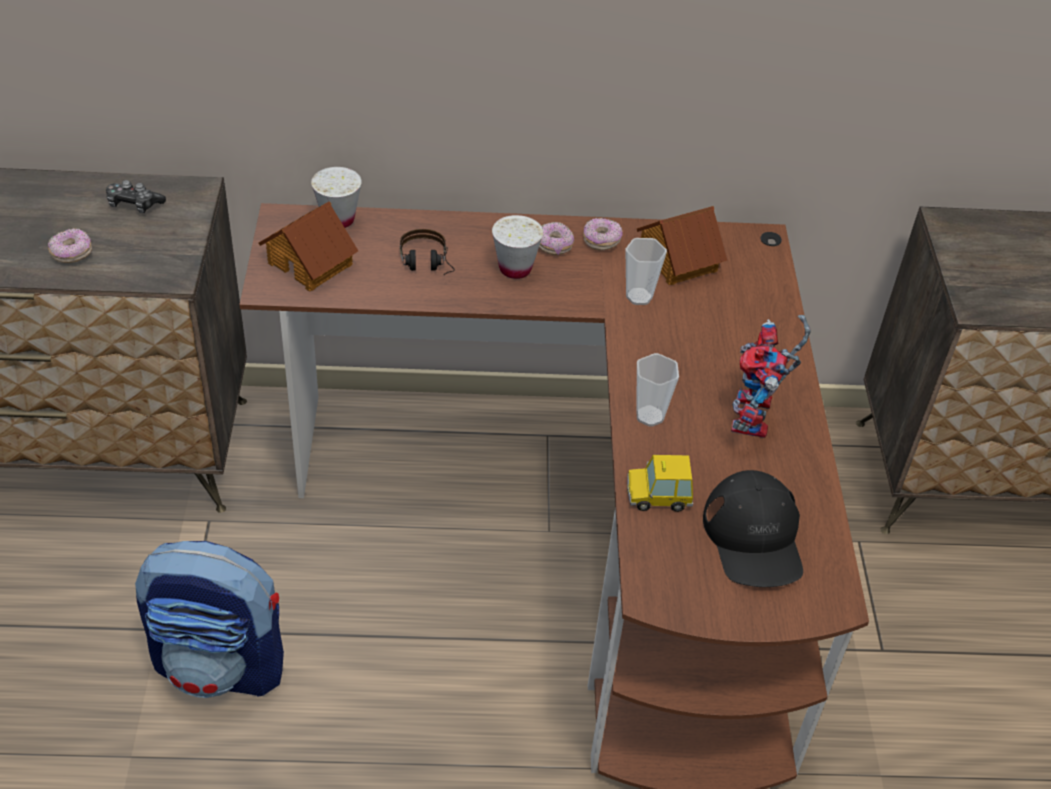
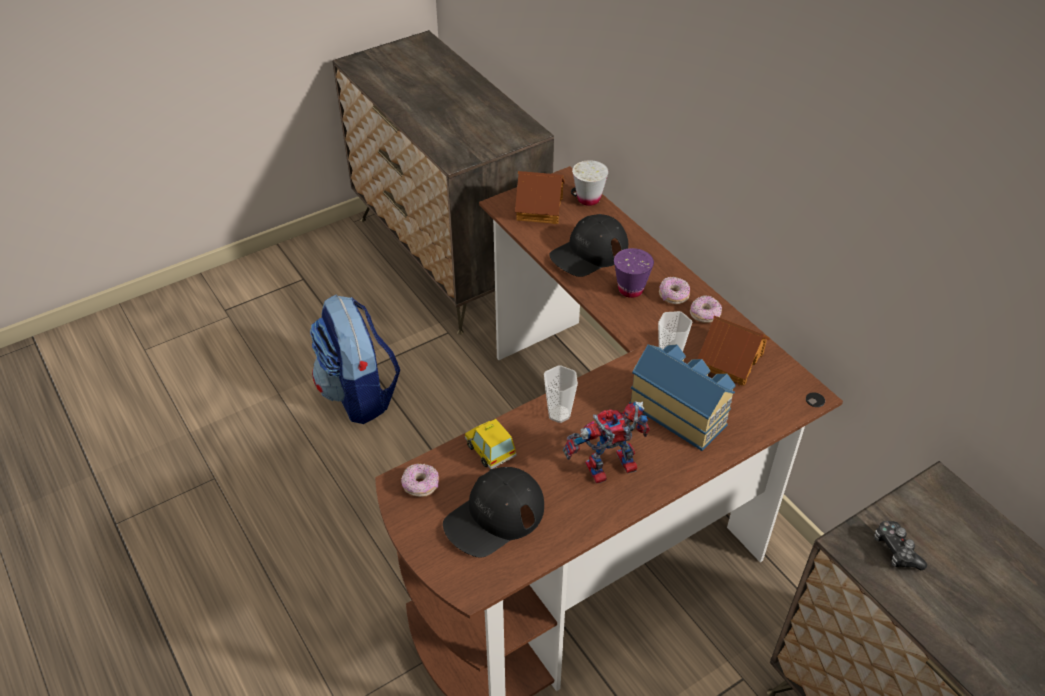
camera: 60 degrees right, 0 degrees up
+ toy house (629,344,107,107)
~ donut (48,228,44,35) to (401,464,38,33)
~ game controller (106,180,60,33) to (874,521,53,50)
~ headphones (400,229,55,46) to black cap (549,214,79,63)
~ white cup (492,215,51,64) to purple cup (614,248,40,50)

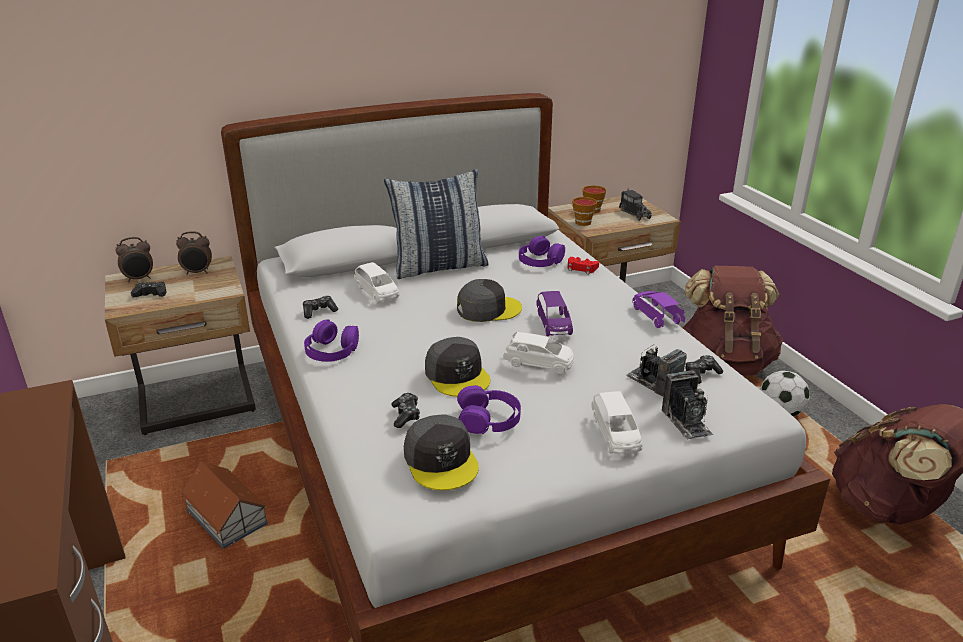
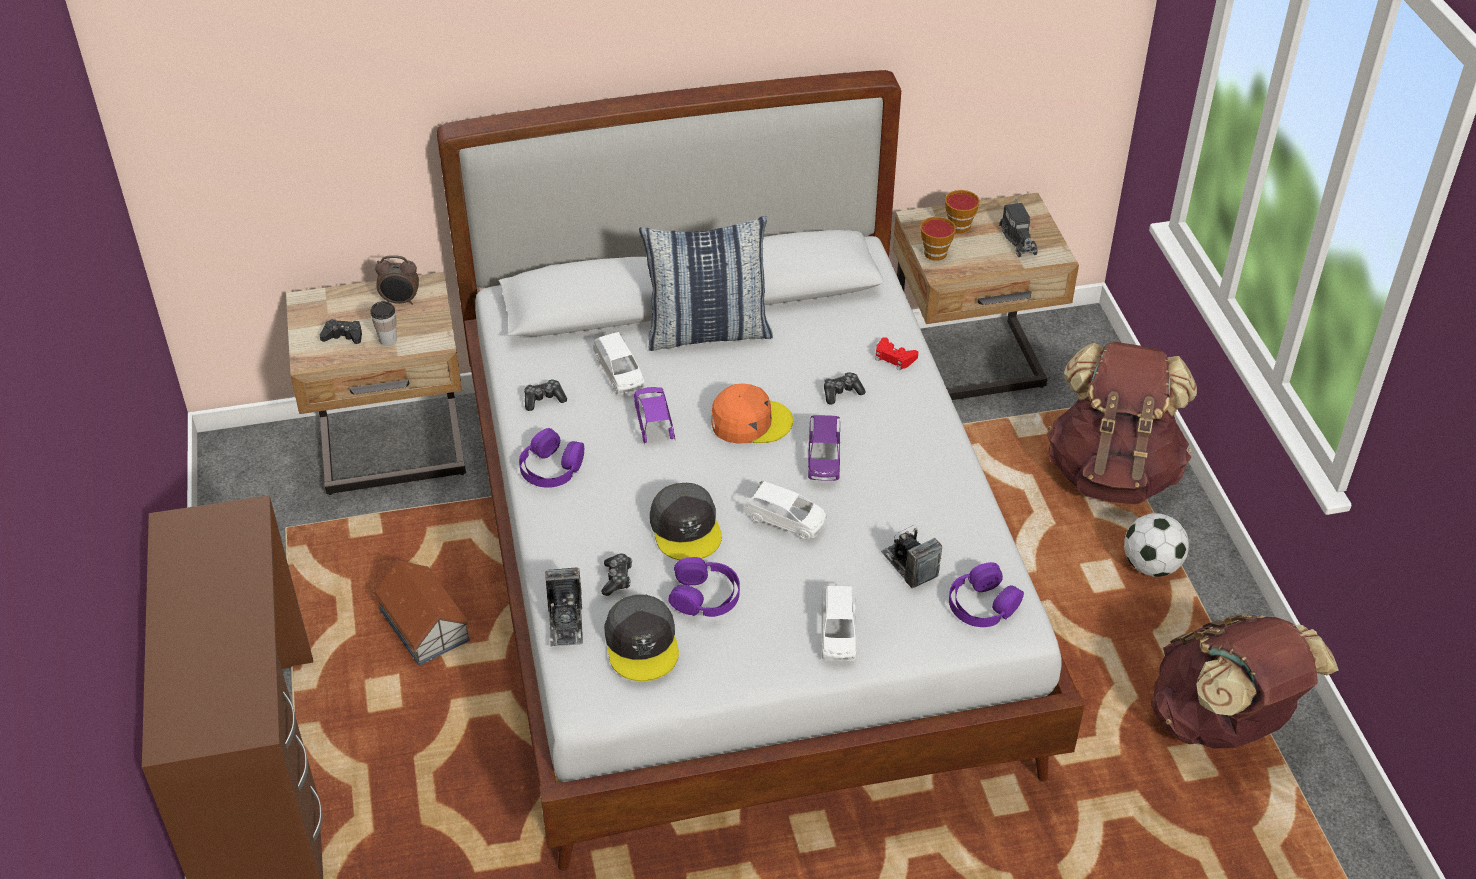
camera: 10 degrees right, 15 degrees up
- alarm clock (116,237,37,45)
+ cup (371,301,26,45)
~ purple headphones (519,236,46,31) to (949,562,75,65)
~ purple toy car (632,291,53,37) to (634,387,41,57)
~ photo camera (662,370,51,70) to (545,567,38,80)
~ game controller (685,355,38,29) to (824,372,42,33)
~ grey cap (457,279,65,43) to orange cap (712,383,81,61)

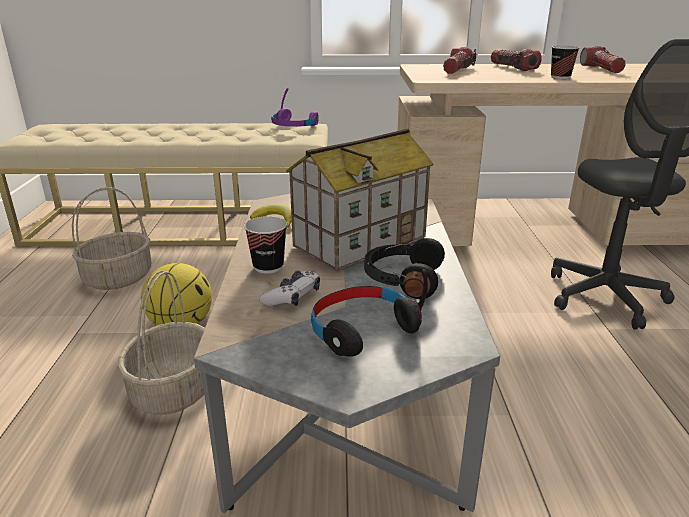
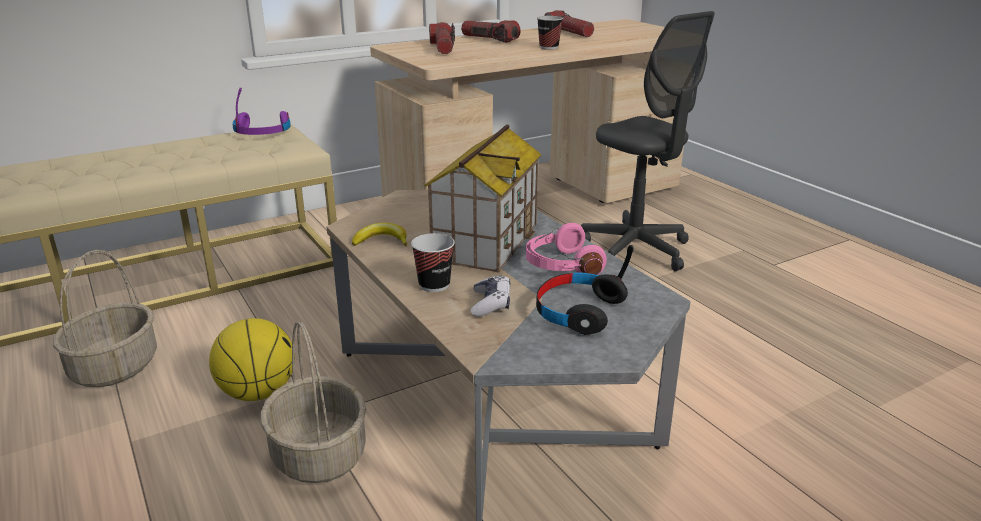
camera: 30 degrees left, 0 degrees up
~ black headphones (364,238,81,61) to pink headphones (526,223,81,52)

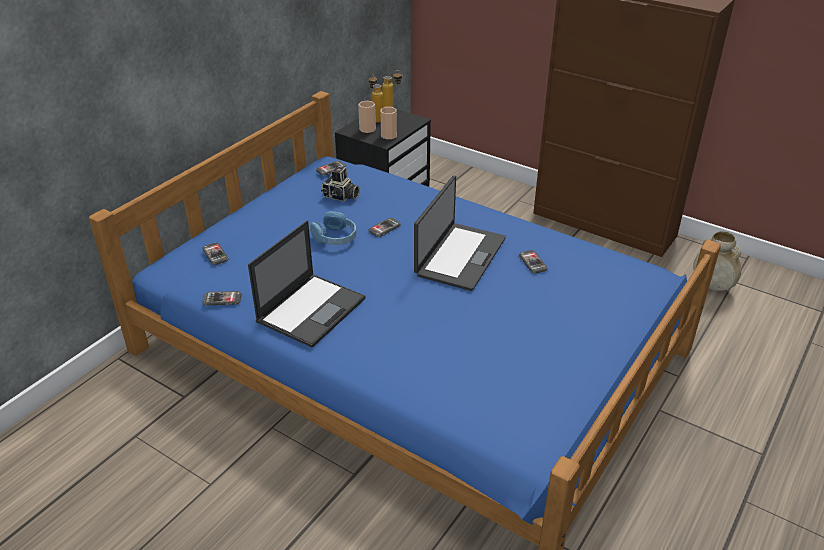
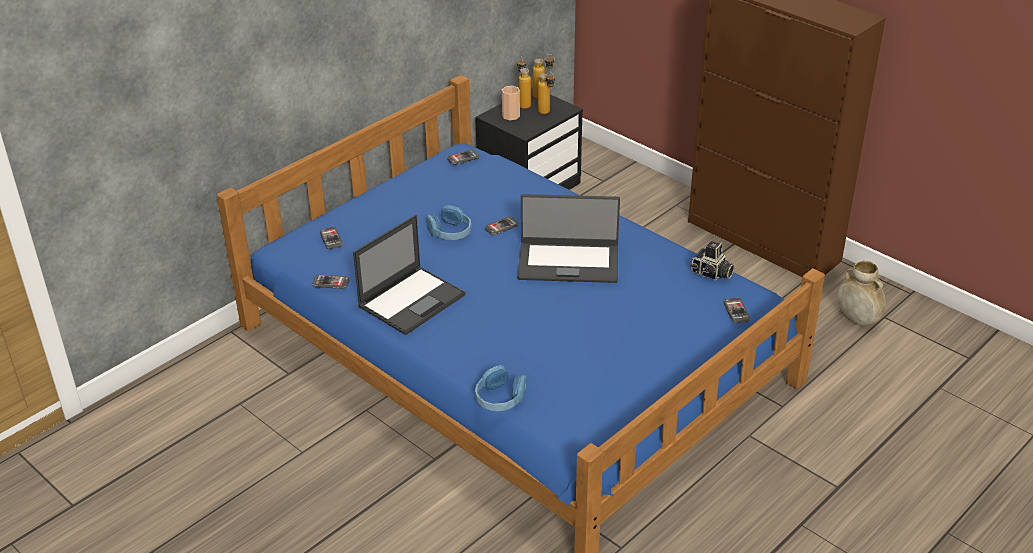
camera: 10 degrees right, 0 degrees up
- cup (381,107,16,32)
+ blue headphones (475,365,52,46)
+ bottle (538,71,17,43)
~ photo camera (321,167,39,34) to (690,241,45,39)
~ phone (519,250,29,24) to (723,298,27,25)
~ laptop (414,176,92,115) = (518,194,102,89) 60 degrees clockwise

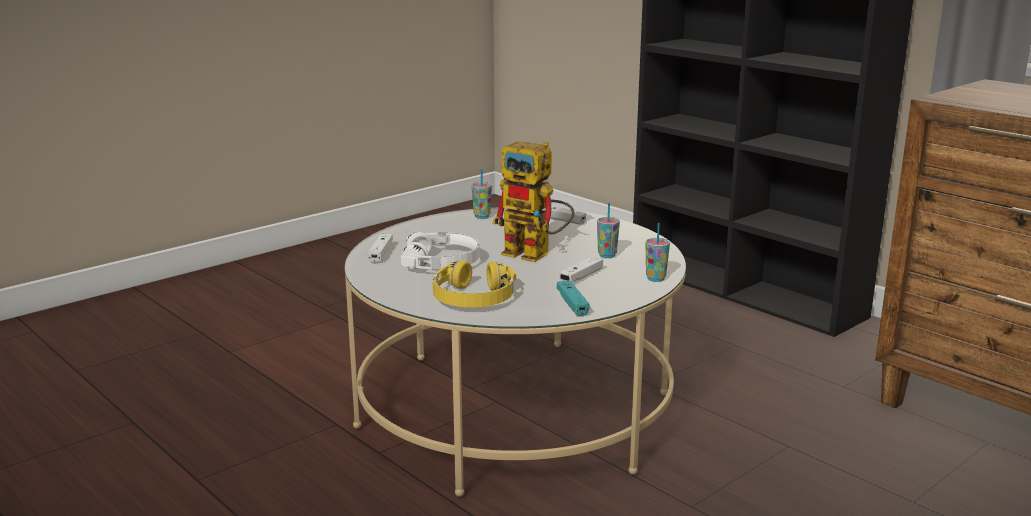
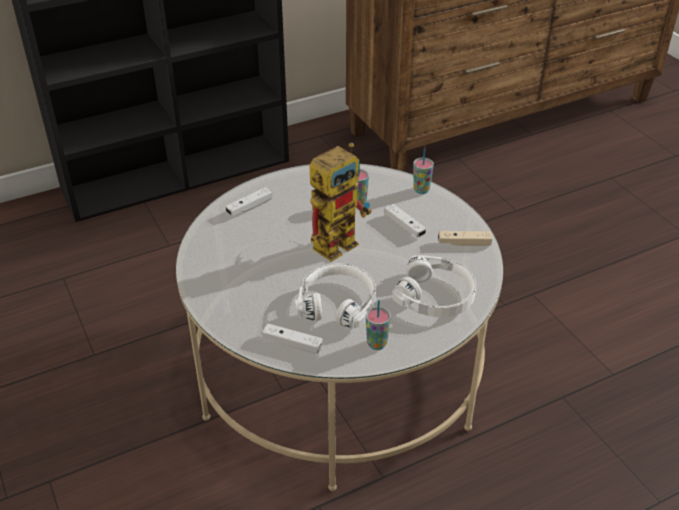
camera: 75 degrees left, 20 degrees up
~ cup (472,169,20,50) to (366,300,25,50)
~ yellow headphones (433,260,83,47) to white headphones (392,255,84,62)
~ turquoise game controller (557,281,32,35) to beige game controller (438,231,55,15)

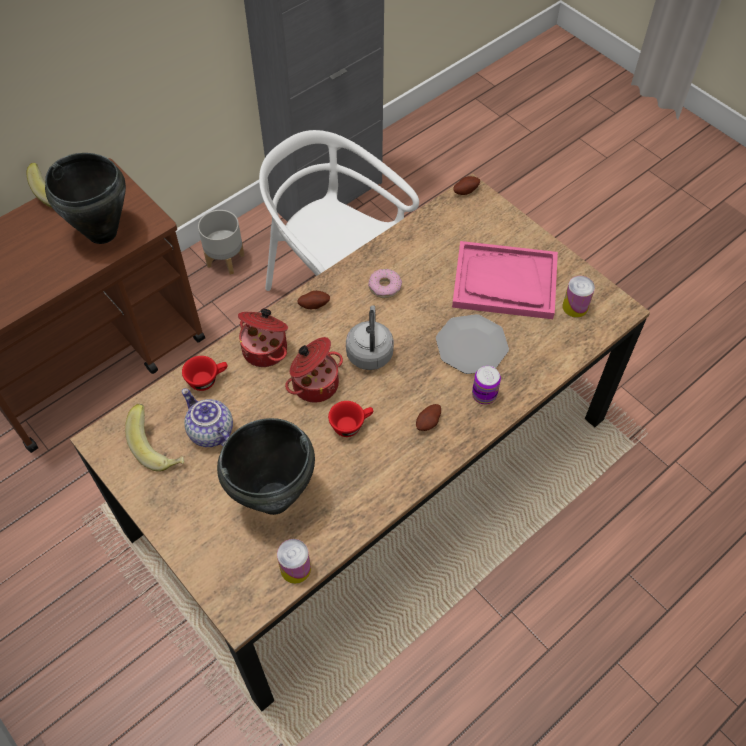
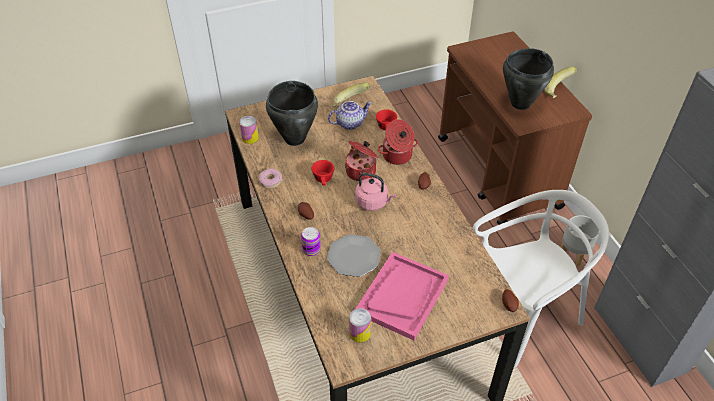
camera: 110 degrees right, 10 degrees down
~ donut (368,269,34,29) to (258,168,24,21)
~ grey kettle (346,305,48,65) to pink kettle (355,173,41,38)

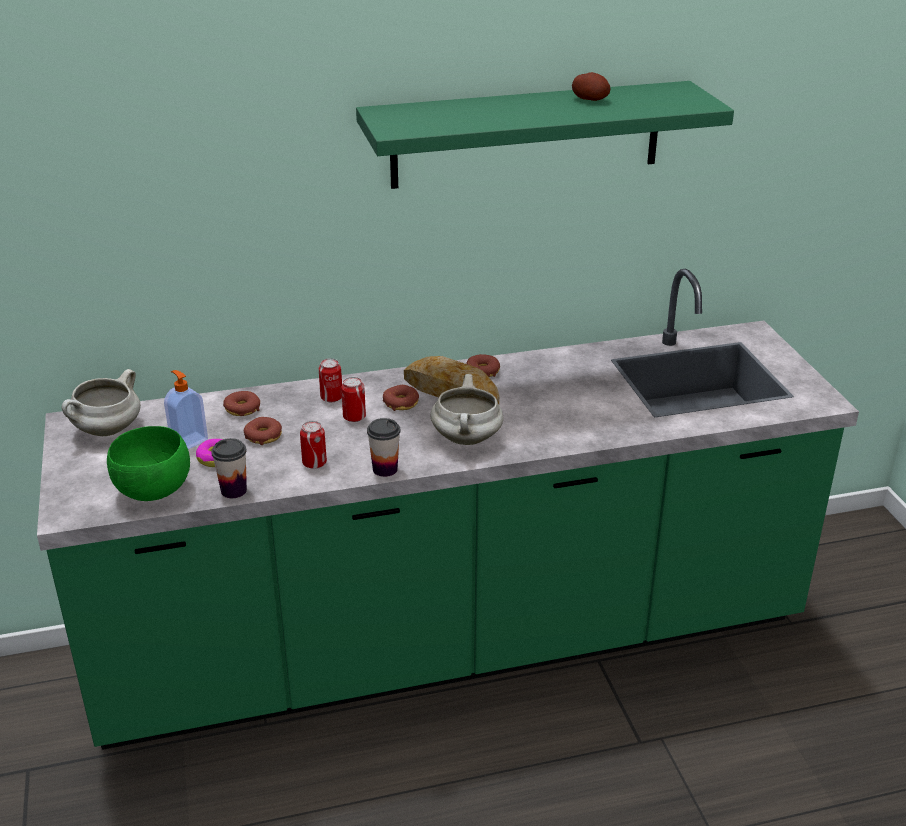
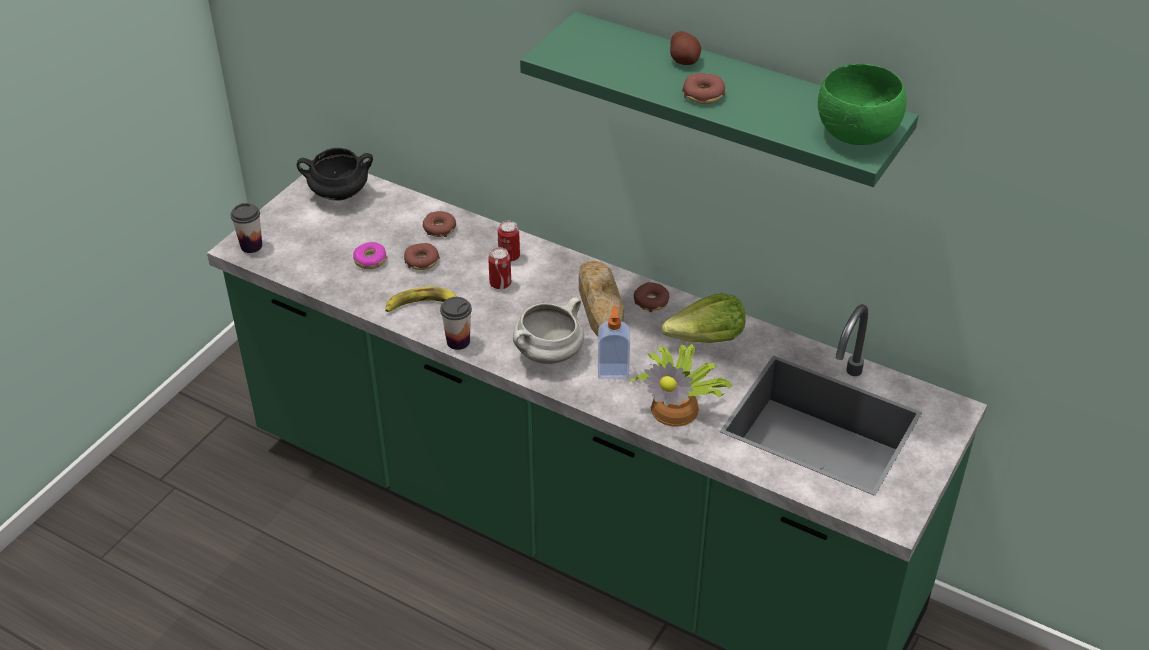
camera: 45 degrees right, 10 degrees up
+ potted plant (630,343,102,83)
+ lettuce (662,293,84,50)
~ green bowl (107,426,83,75) to (818,64,88,81)
~ soap dispenser (164,370,44,79) to (598,306,32,73)
~ cup (211,438,36,60) to (230,203,32,50)
~ donut (383,385,36,26) to (682,73,43,31)
~ potato (572,72,39,29) to (670,31,31,34)
~ can (300,421,27,48) to banana (385,287,72,25)
~ white cooking pot (62,369,79,67) to black cooking pot (297,148,76,53)

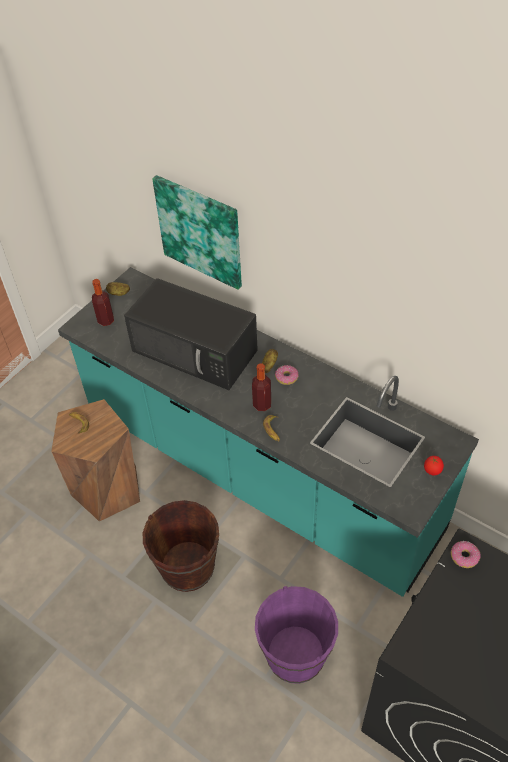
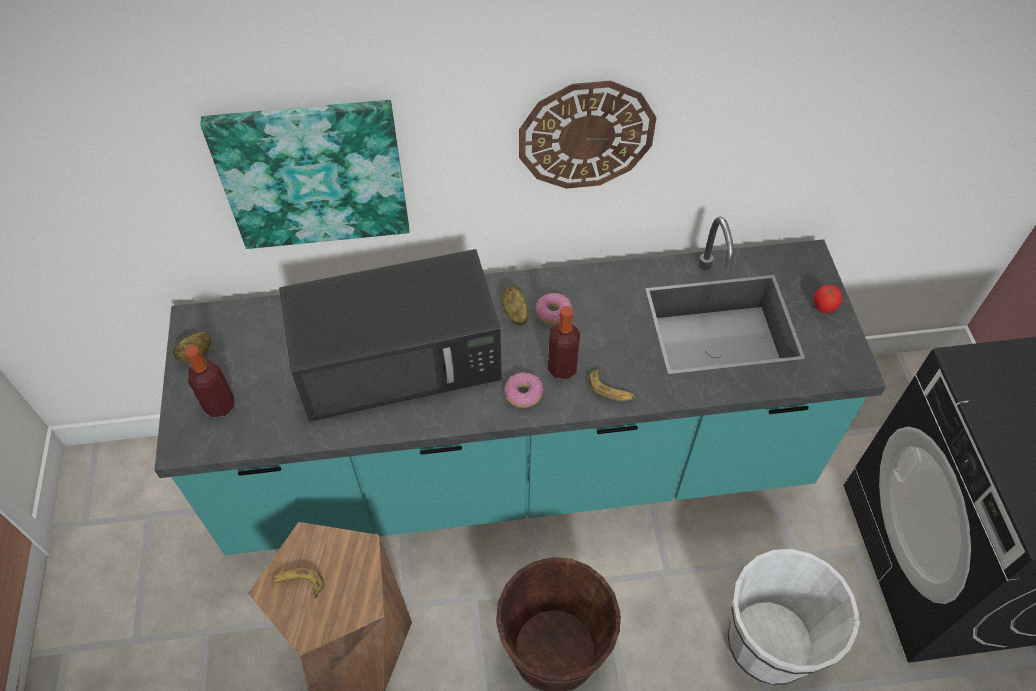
camera: 45 degrees left, 5 degrees up
+ wall clock (519,81,137,108)
~ donut (451,541,30,27) to (504,372,40,36)
~ purple bucket (255,586,83,98) to white bucket (728,549,132,136)

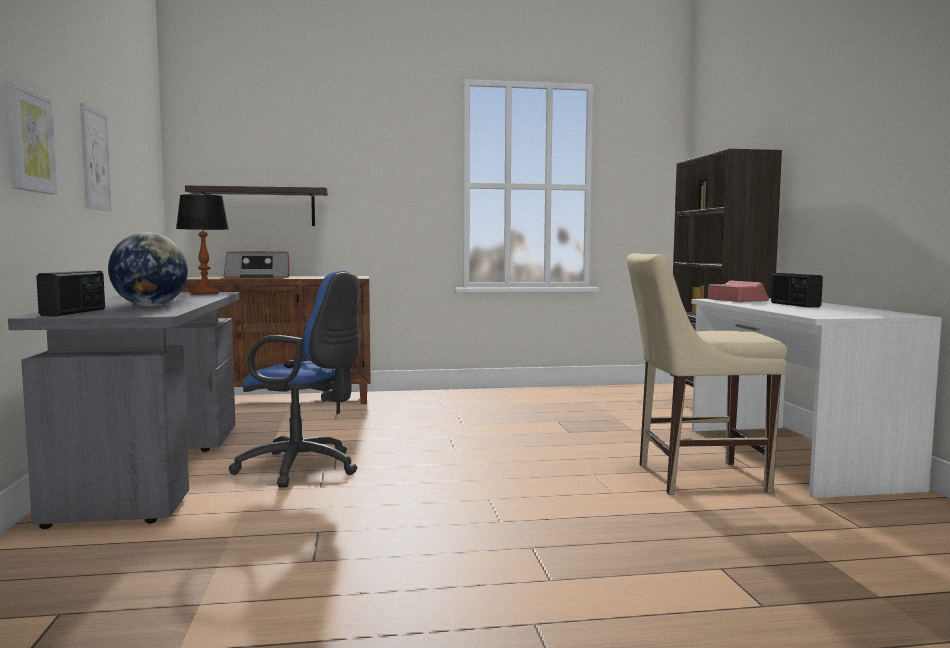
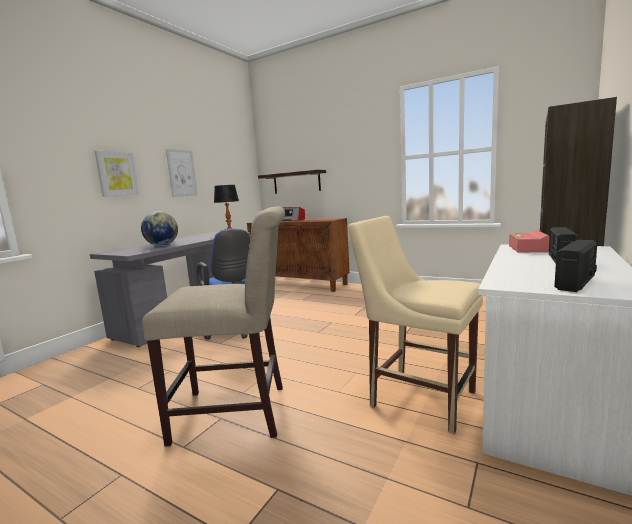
camera: 40 degrees right, 5 degrees up
+ beige chair (142,206,143,241)
~ radio (36,271,69,45) to (554,240,43,52)

